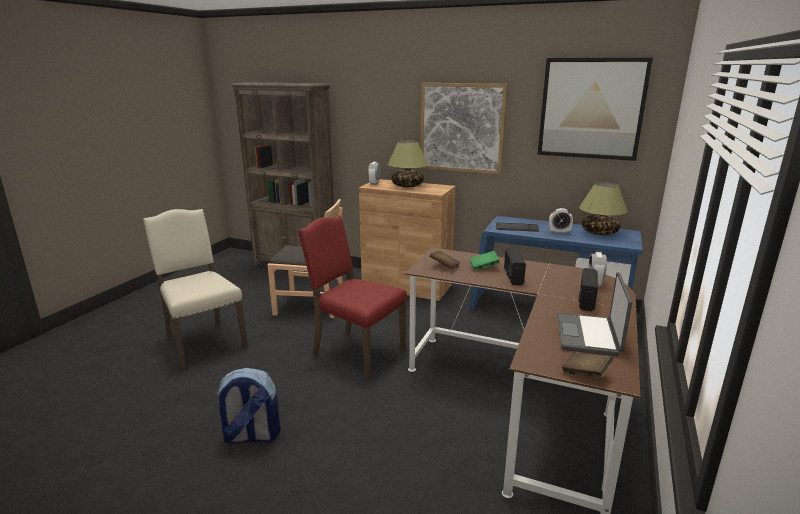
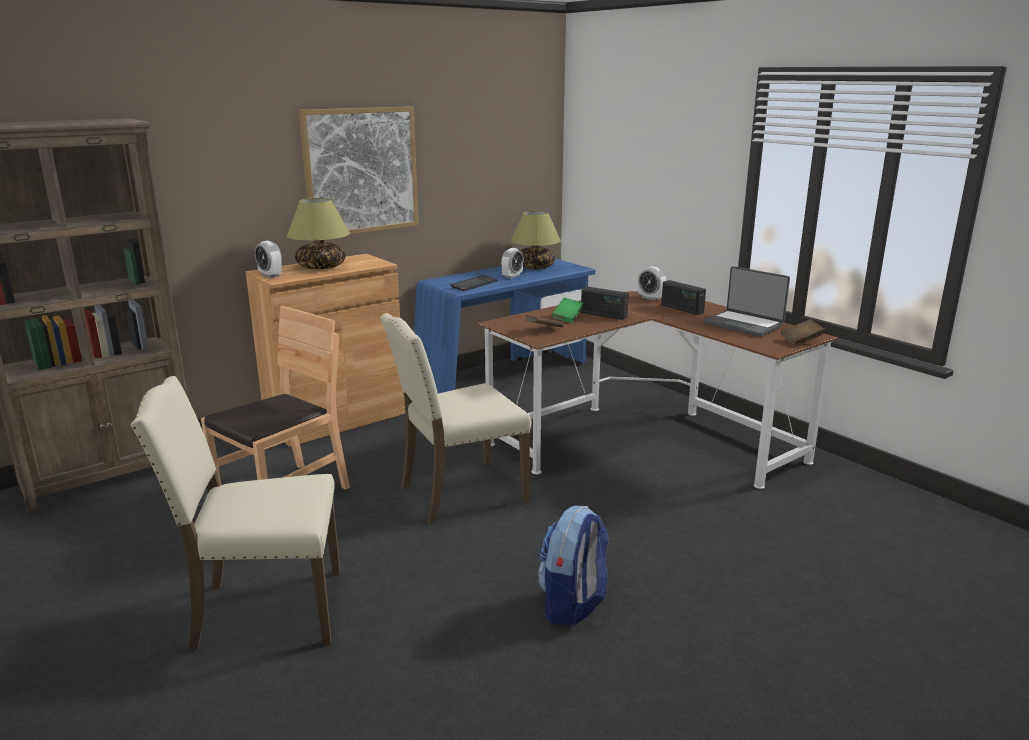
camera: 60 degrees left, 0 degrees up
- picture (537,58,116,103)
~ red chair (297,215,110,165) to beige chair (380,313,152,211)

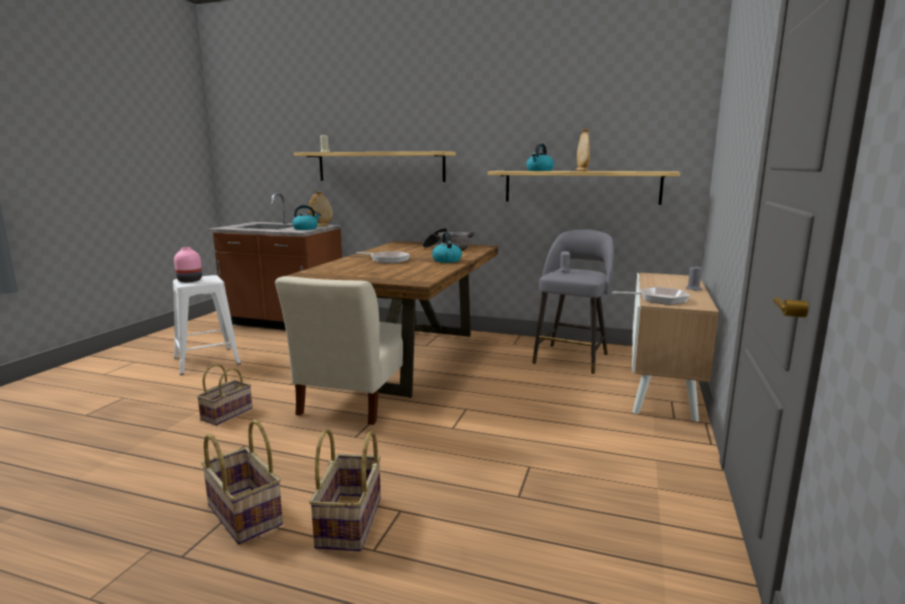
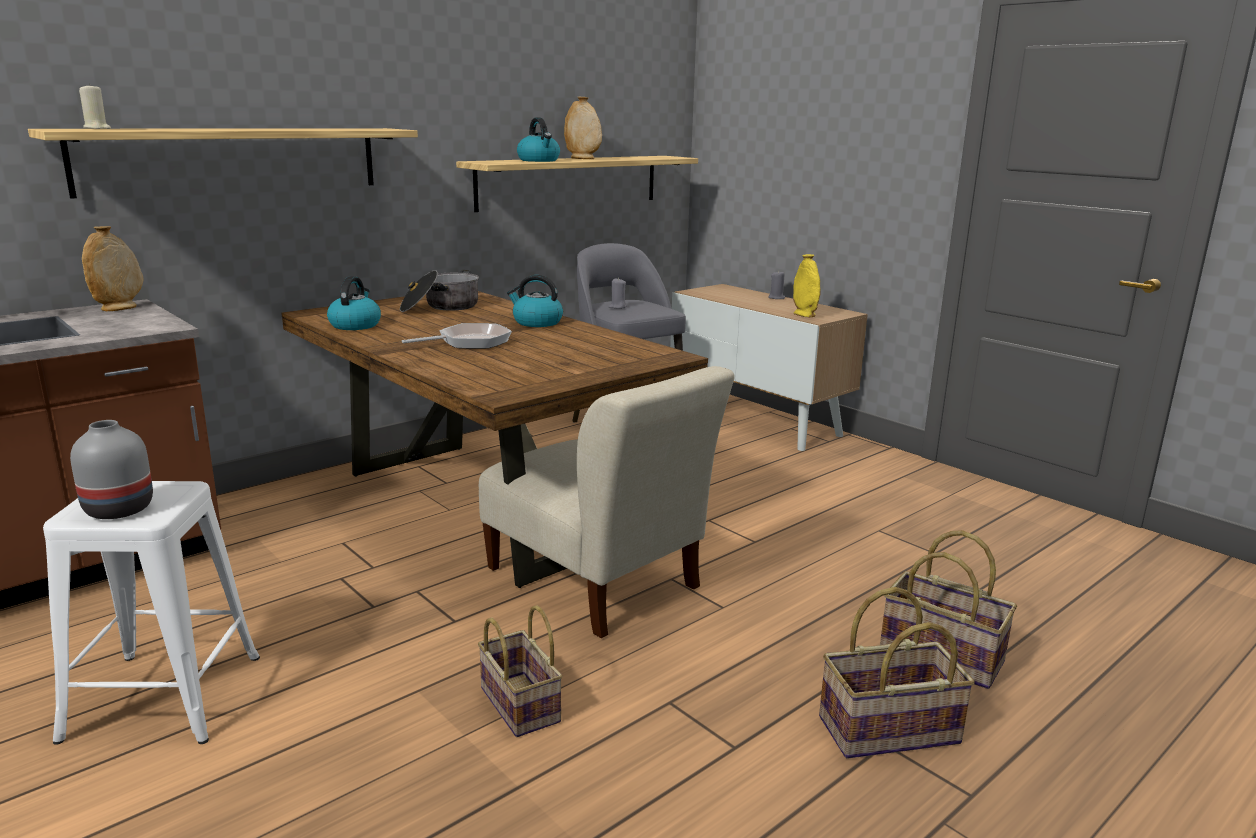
camera: 60 degrees left, 5 degrees up
~ kettle (292,205,29,25) to (327,276,54,54)
~ frying pan (612,287,78,18) to yellow vase (793,254,28,63)
~ pink vase (174,247,28,35) to grey vase (70,420,83,99)

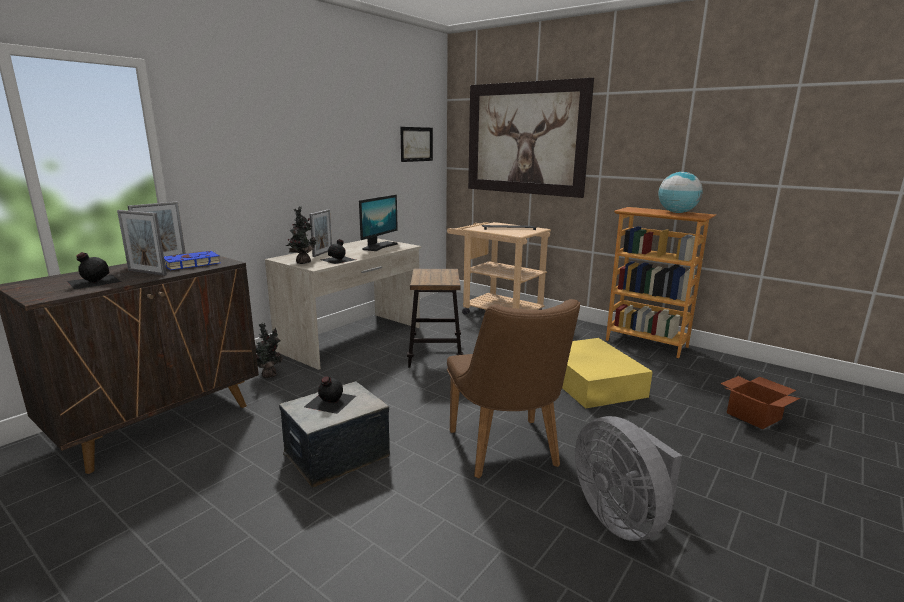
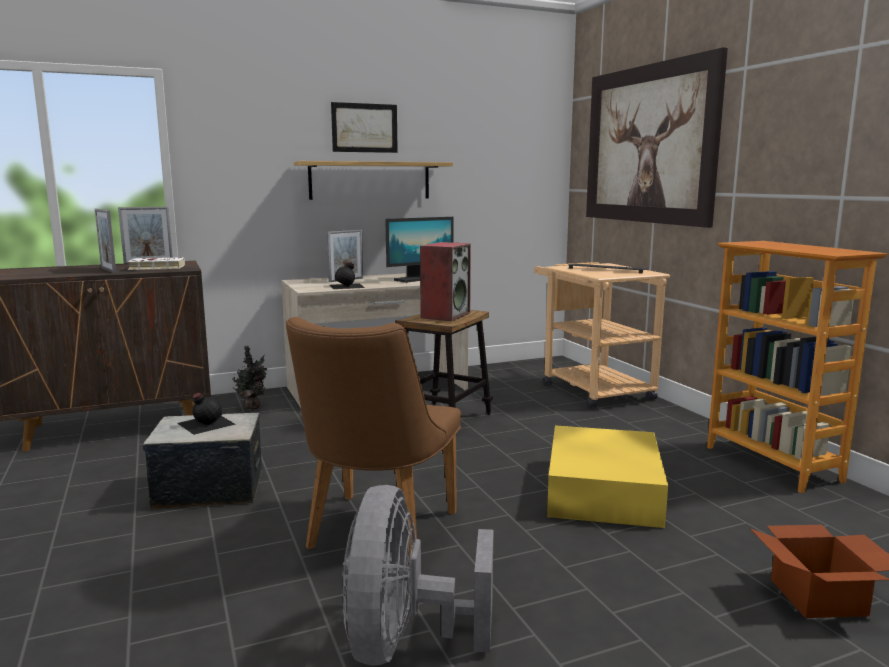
camera: 30 degrees right, 5 degrees down
- black bottle (67,252,54,37)
- potted plant (286,207,30,57)
- globe (658,172,45,41)
+ shelf (294,161,159,39)
+ speaker (420,242,51,79)
~ picture (400,127,33,35) to (331,102,67,51)
~ blue book (164,251,57,19) to white book (122,257,63,13)

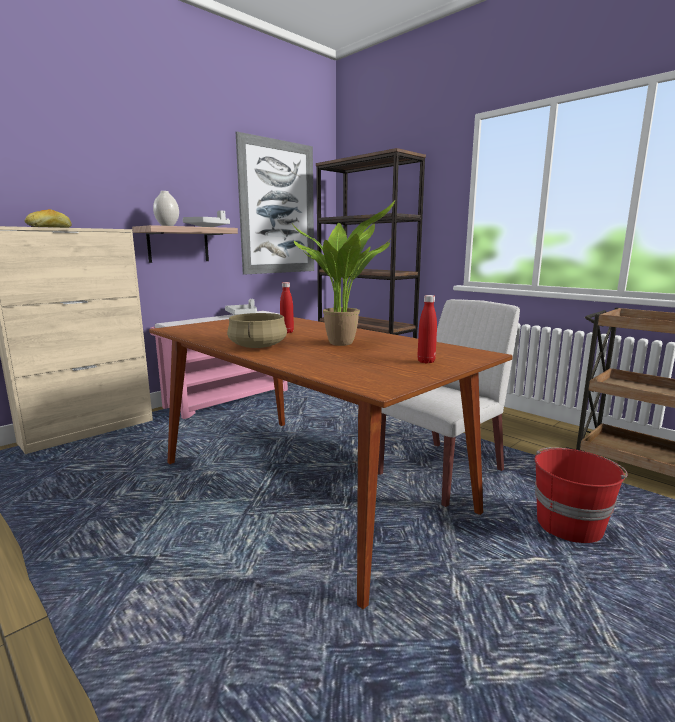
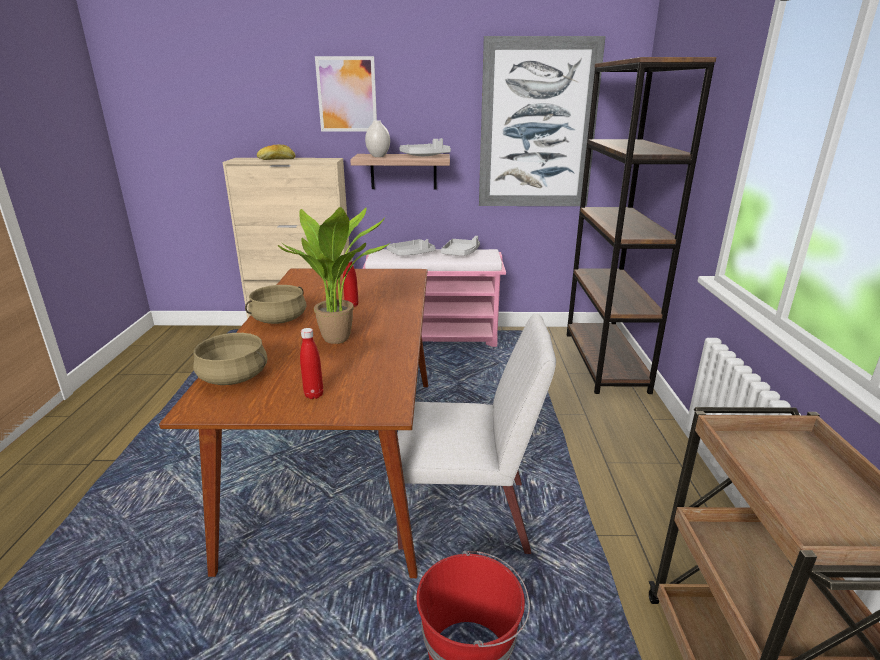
camera: 45 degrees right, 10 degrees up
+ beige cooking pot (193,333,74,52)
+ picture (315,56,62,76)
+ grey tray (387,239,49,16)

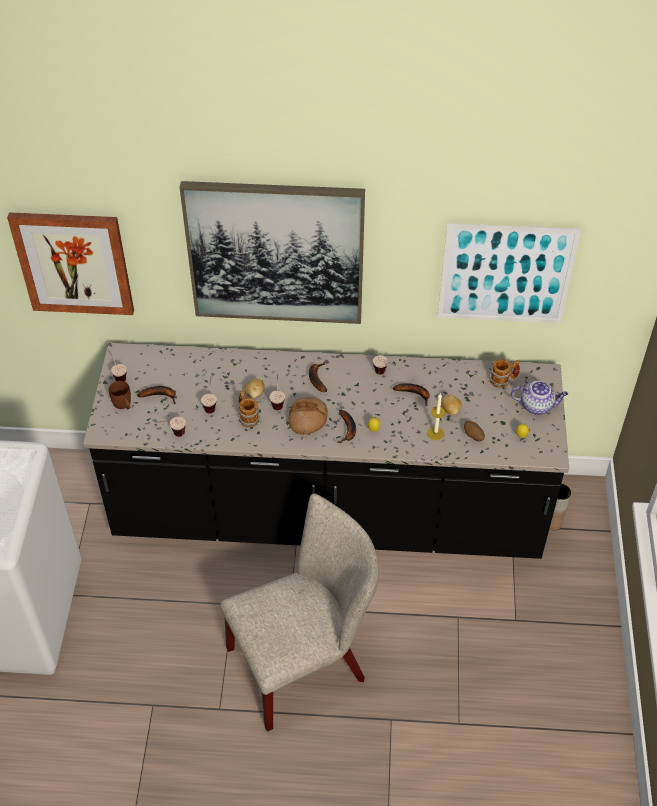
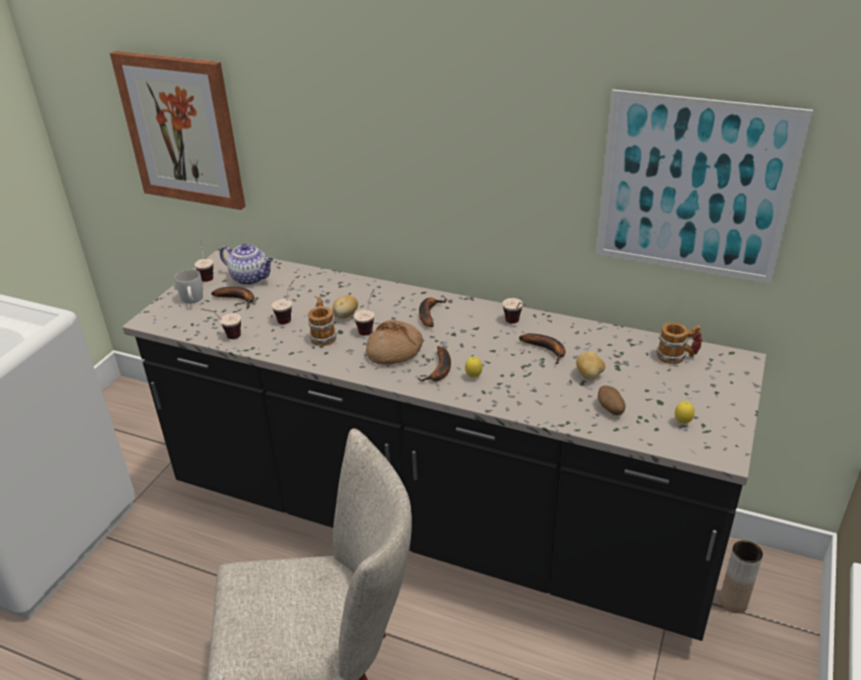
camera: 20 degrees right, 15 degrees down
- picture (180,181,185,143)
- candle (427,394,18,46)
~ teapot (511,381,57,34) to (220,244,54,41)
~ brown mug (109,381,22,28) to white mug (174,269,29,35)

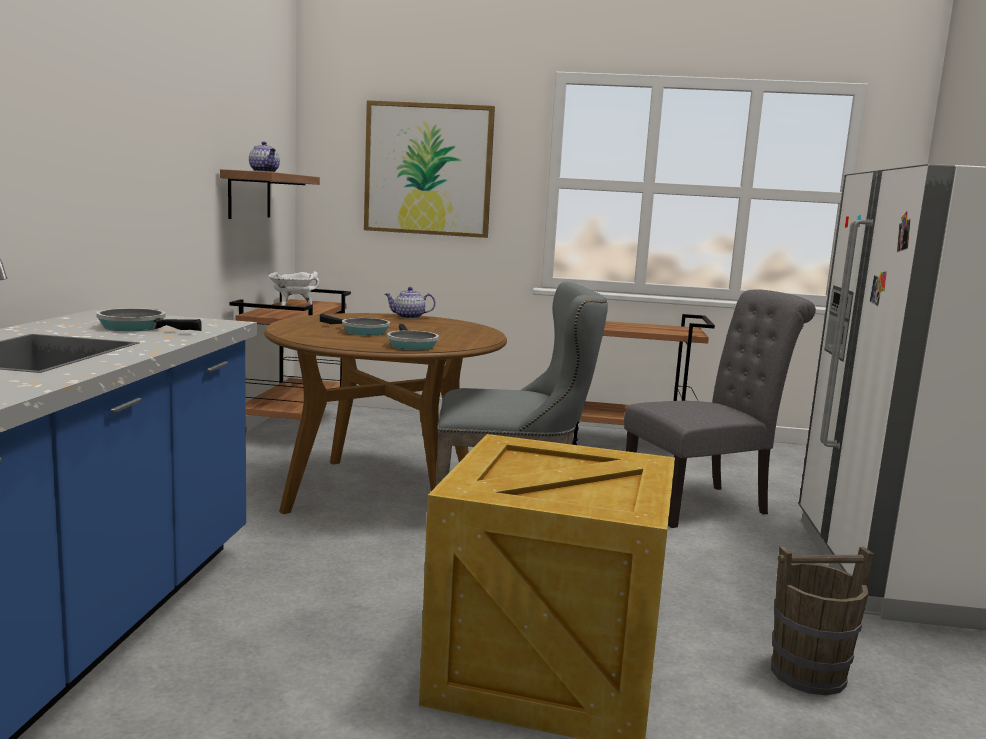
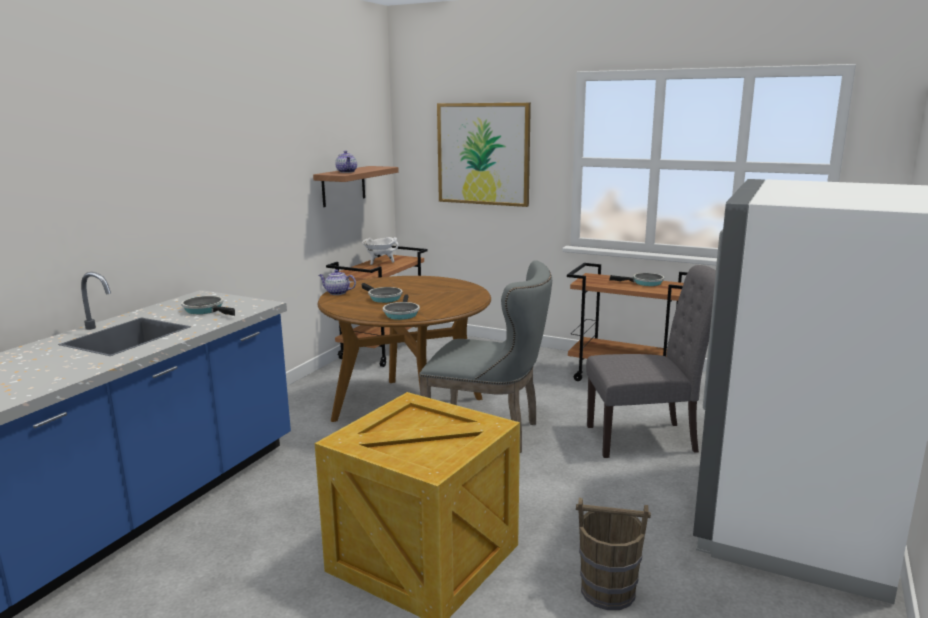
camera: 20 degrees right, 5 degrees up
+ frying pan (609,273,55,13)
~ teapot (385,287,51,32) to (319,270,37,25)

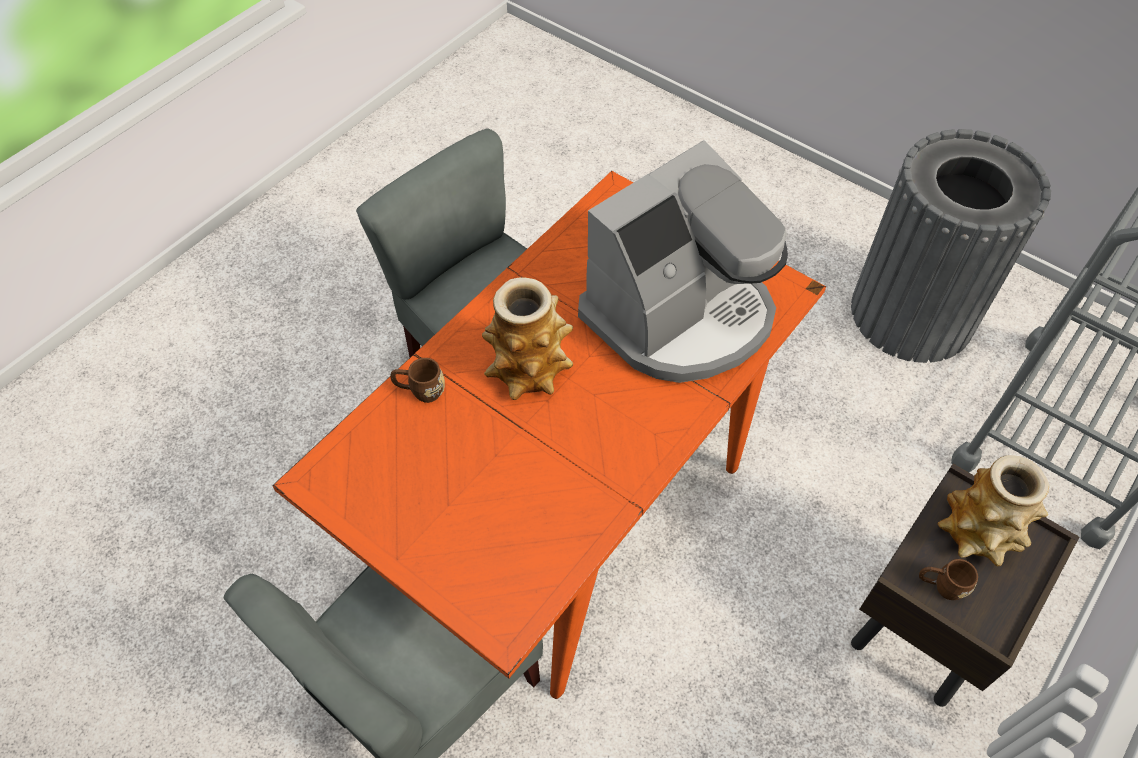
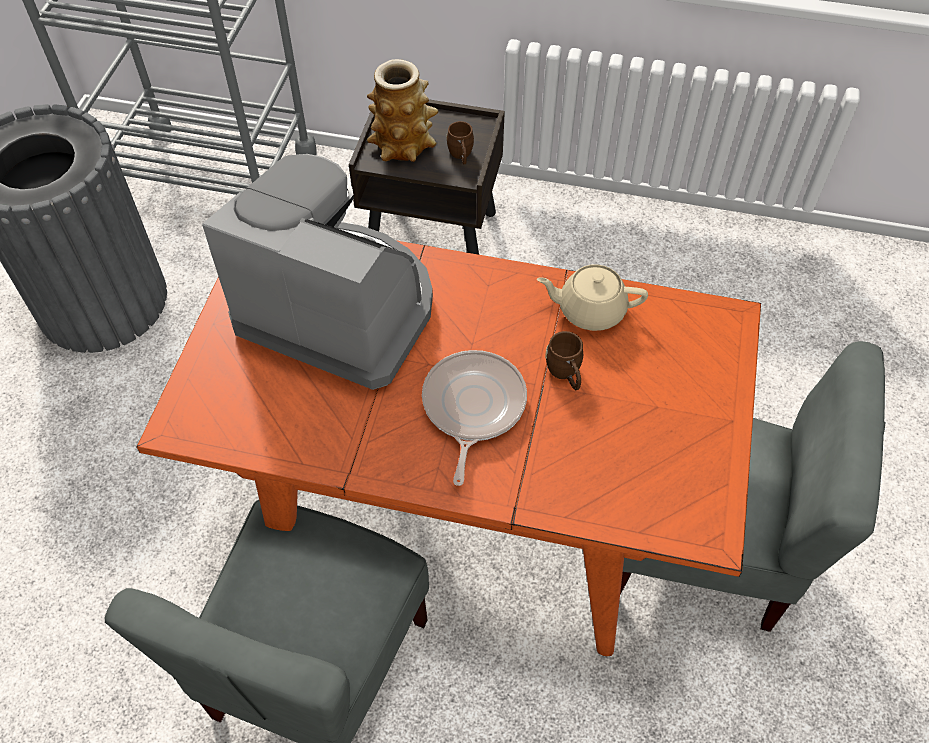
camera: 115 degrees left, 0 degrees up
+ beige teapot (537,264,111,67)
~ brown mug (390,358,55,45) to (545,331,38,59)
~ vase (482,277,91,123) to frying pan (422,350,105,136)

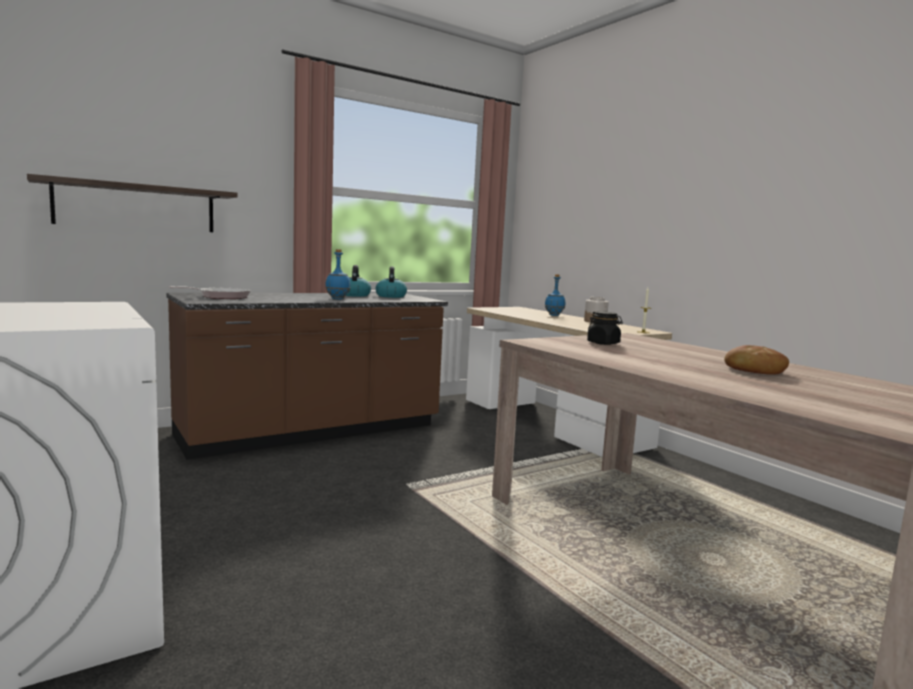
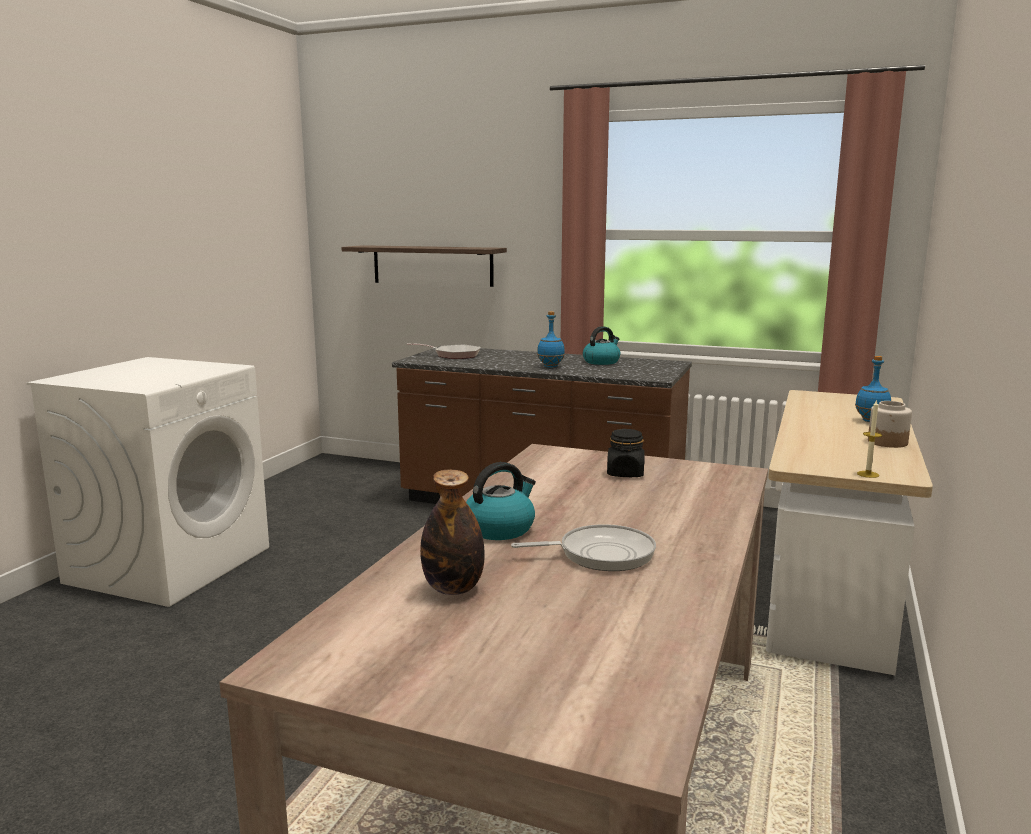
camera: 55 degrees right, 5 degrees up
+ bottle (420,470,65,125)
~ kettle (375,266,32,32) to (466,462,70,78)
~ bread (724,345,65,30) to frying pan (511,524,145,47)

